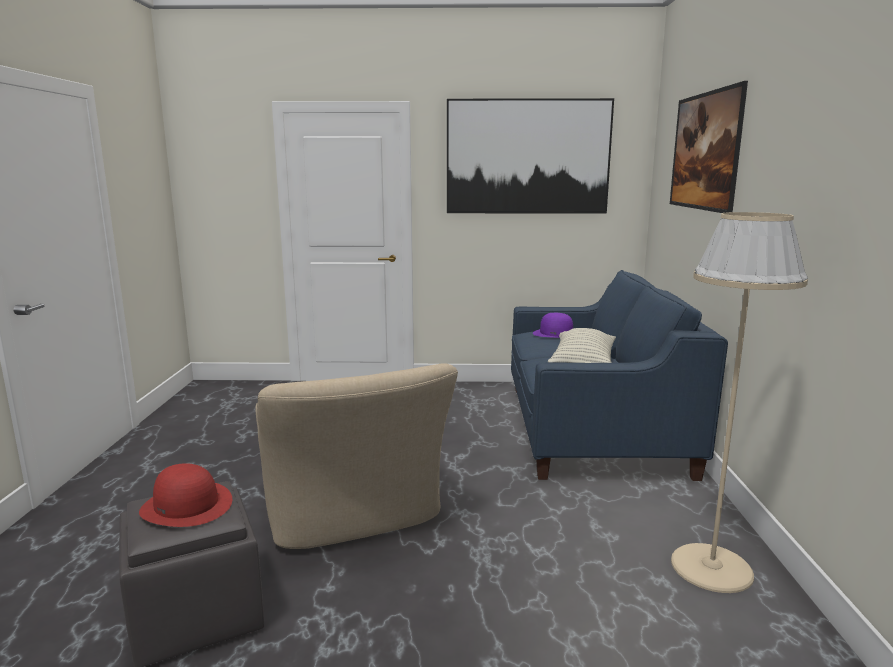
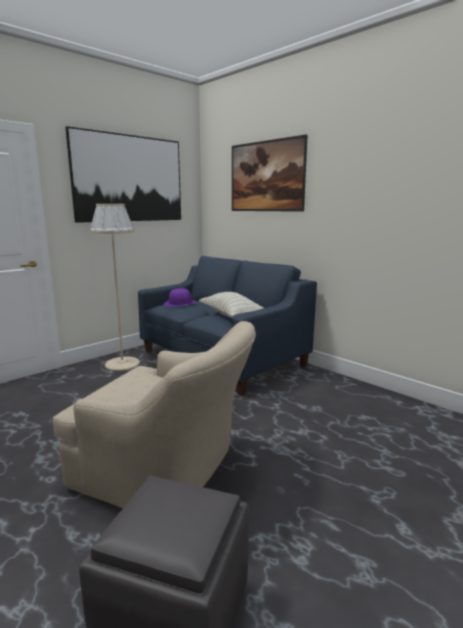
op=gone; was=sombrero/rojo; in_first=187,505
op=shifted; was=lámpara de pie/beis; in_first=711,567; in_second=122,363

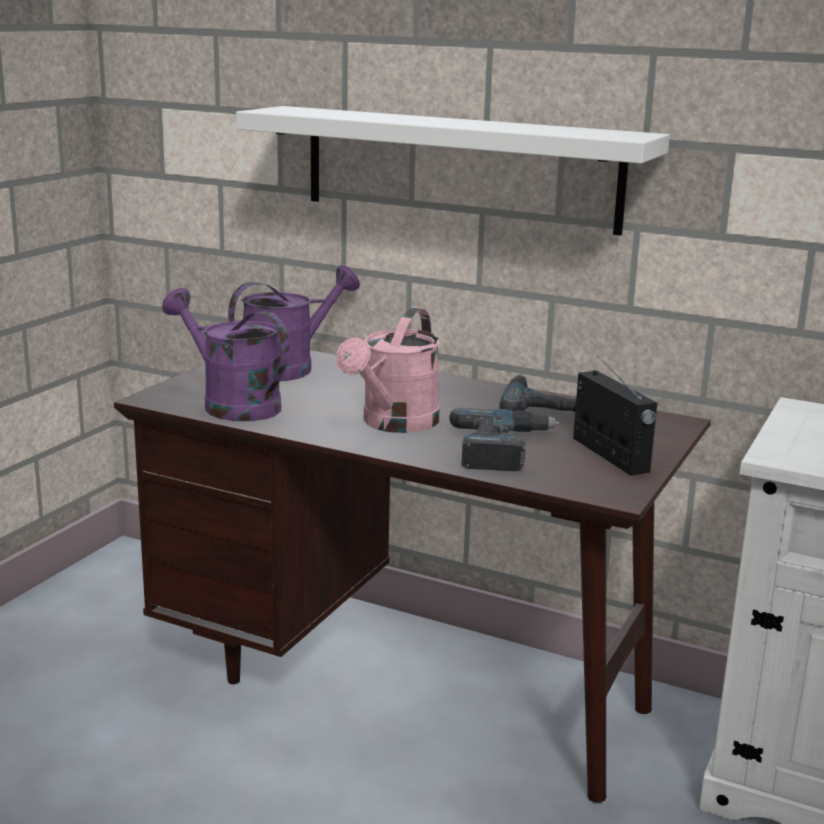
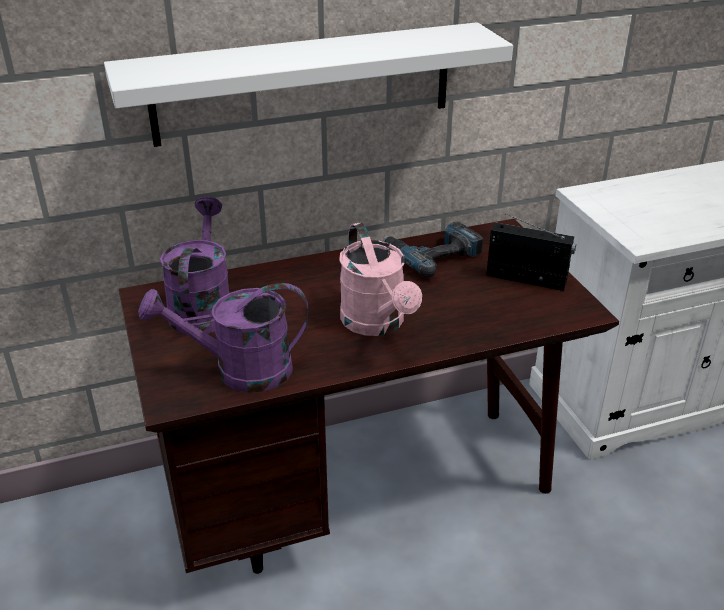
op=gone; was=taladro; in_first=503,449

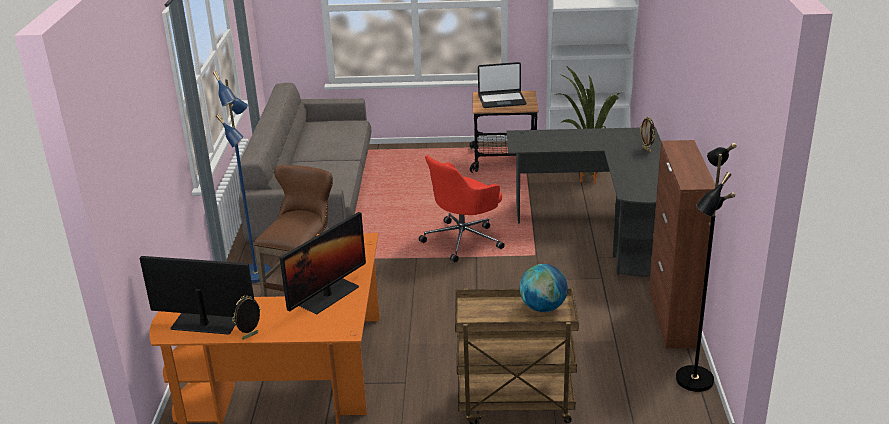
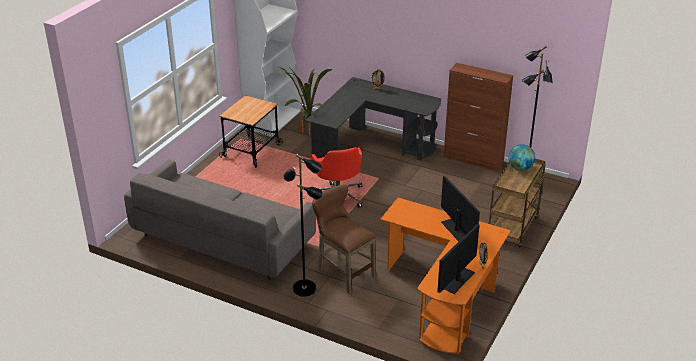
op=gone; was=portátil; in_first=502,100
op=repainted; was=lámpara de pie/azul; now=lámpara de pie/negro; in_first=257,274; in_second=305,288

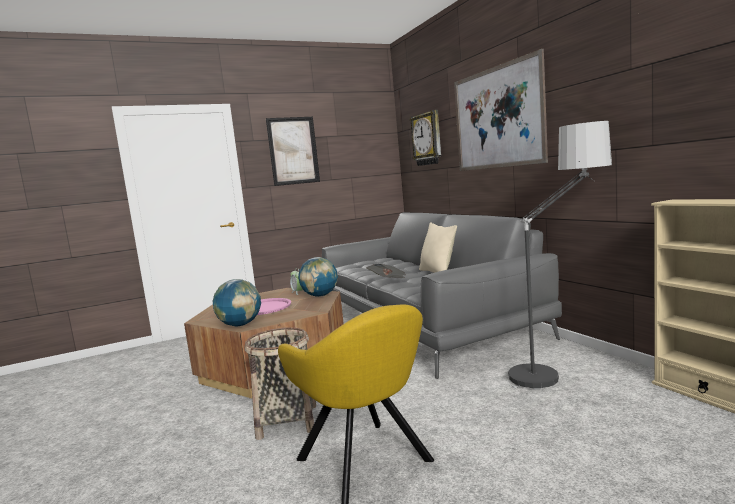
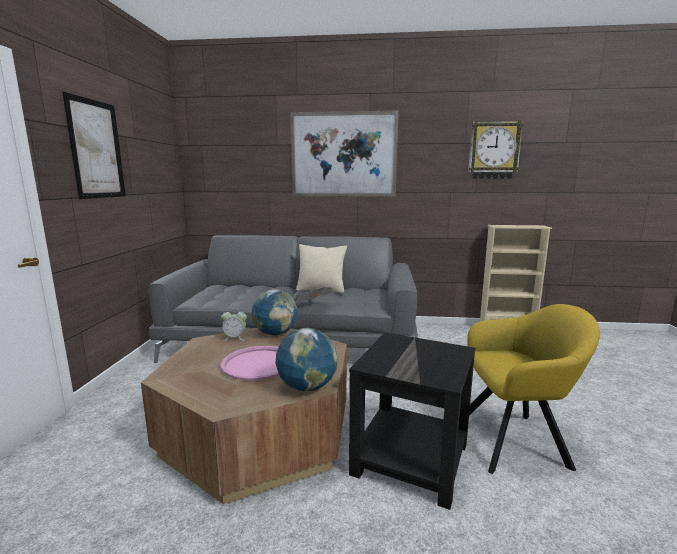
op=gone; was=lámpara de pie; in_first=559,369
op=shifted; was=reloj de pared; in_first=427,139; in_second=494,150
op=swapped; was=cesta; now=mesa auxiliar/negro; in_first=287,421; in_second=412,460

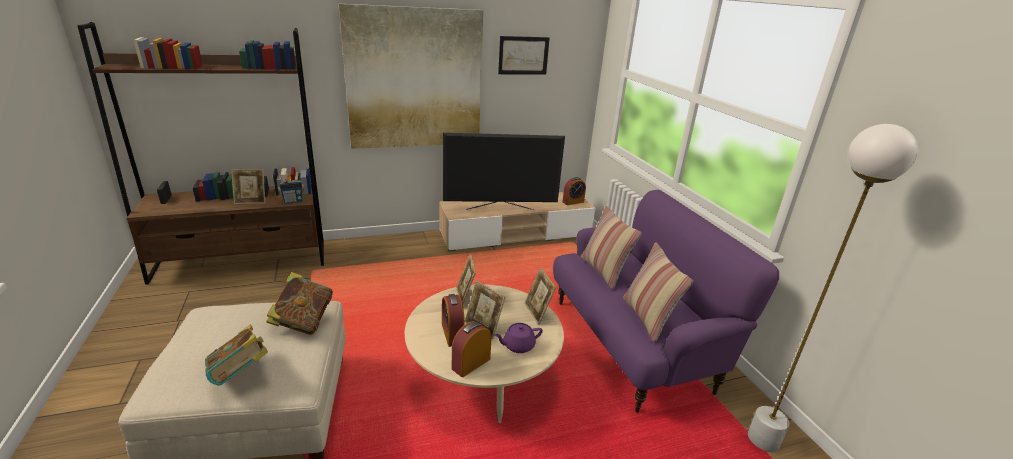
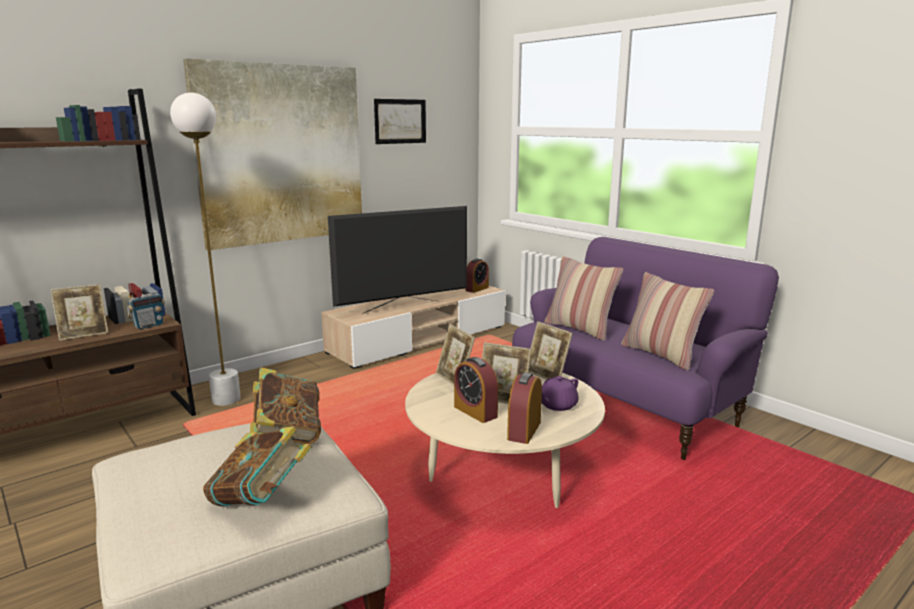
op=shifted; was=lámpara de pie/blanco; in_first=763,440; in_second=226,400

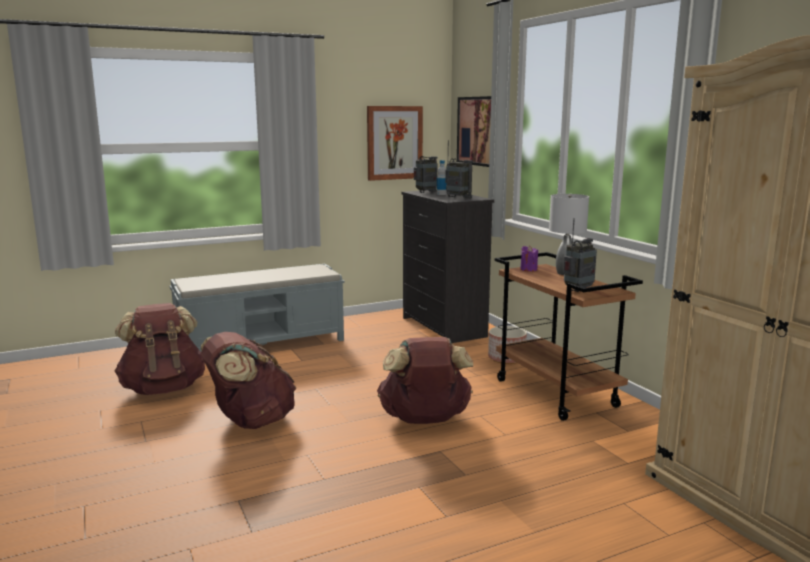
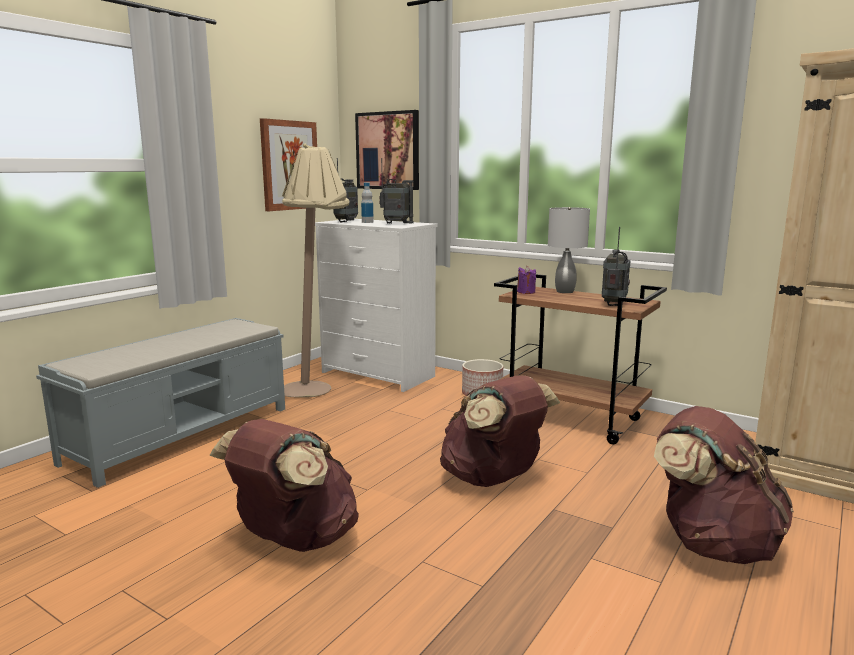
op=new; now=lámpara de pie/beis; in_second=316,392
op=shifted; was=mochila/marrón; in_first=163,388; in_second=712,544
op=repainted; was=cómoda/negro; now=cómoda/blanco; in_first=443,327; in_second=378,375

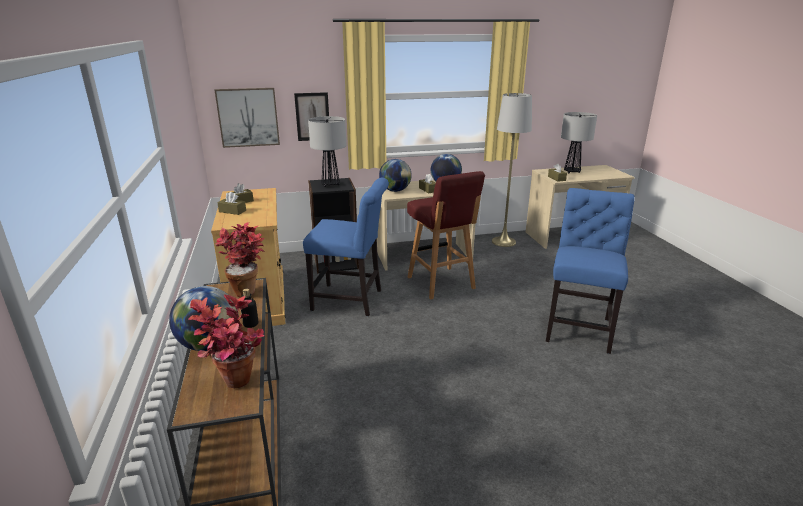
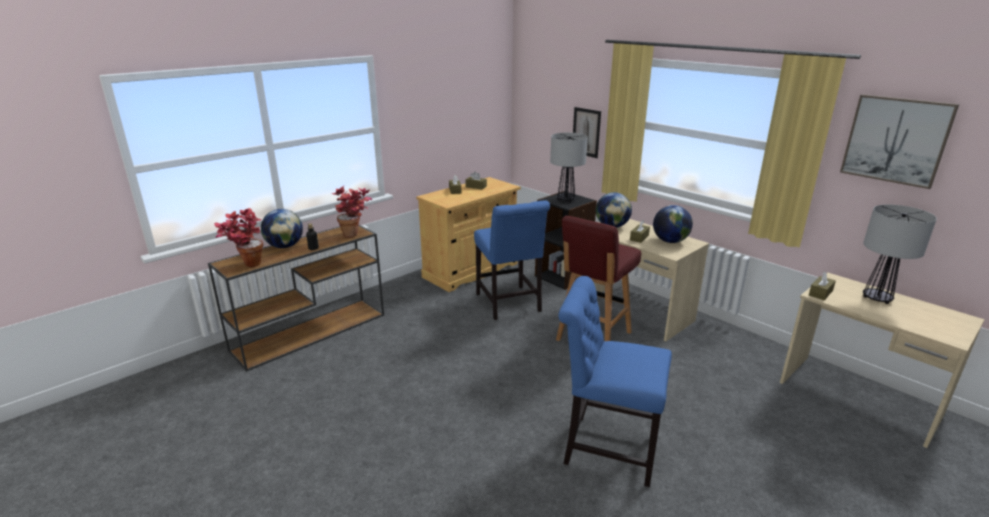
op=gone; was=lámpara de pie/gris; in_first=503,242
op=shifted; was=cuadro; in_first=248,117; in_second=896,140
op=rotated; was=silla/azul; in_first=579,327; in_second=605,447; clockwise=-150

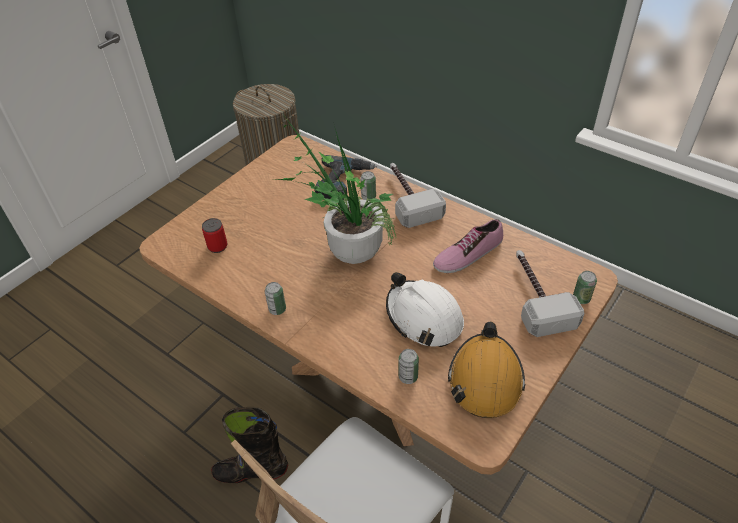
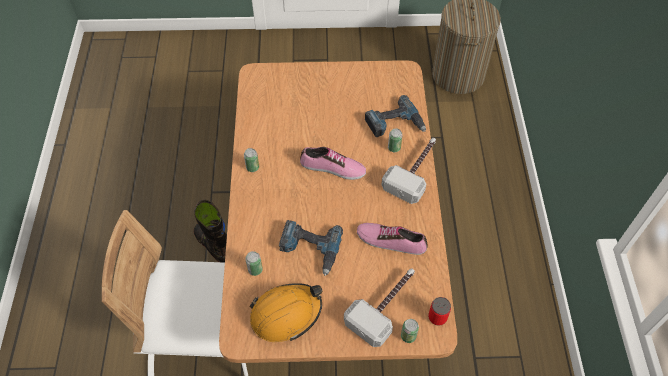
op=shifted; was=lata; in_first=217,246; in_second=437,317
op=swapped; was=planta en maceta; now=zapato; in_first=346,249; in_second=332,168
op=swapped; was=casco/blanco; now=taladro; in_first=423,317; in_second=310,249

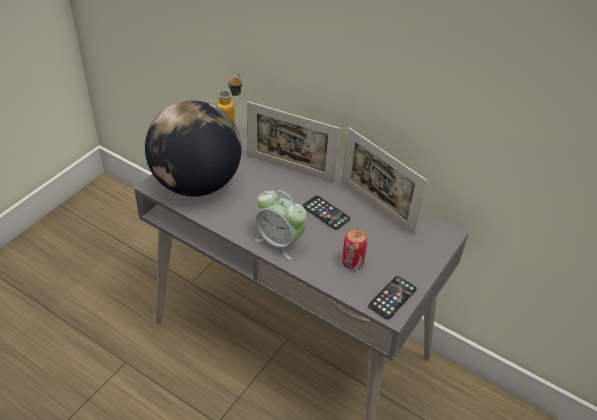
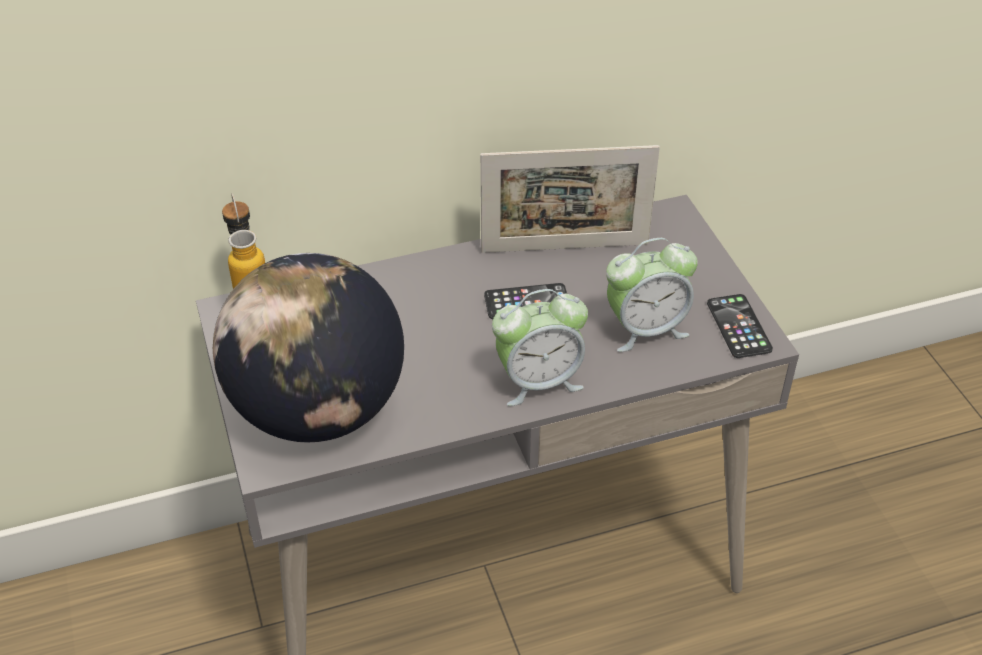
op=gone; was=portarretratos; in_first=290,169
op=swapped; was=lata; now=despertador; in_first=352,263; in_second=645,329

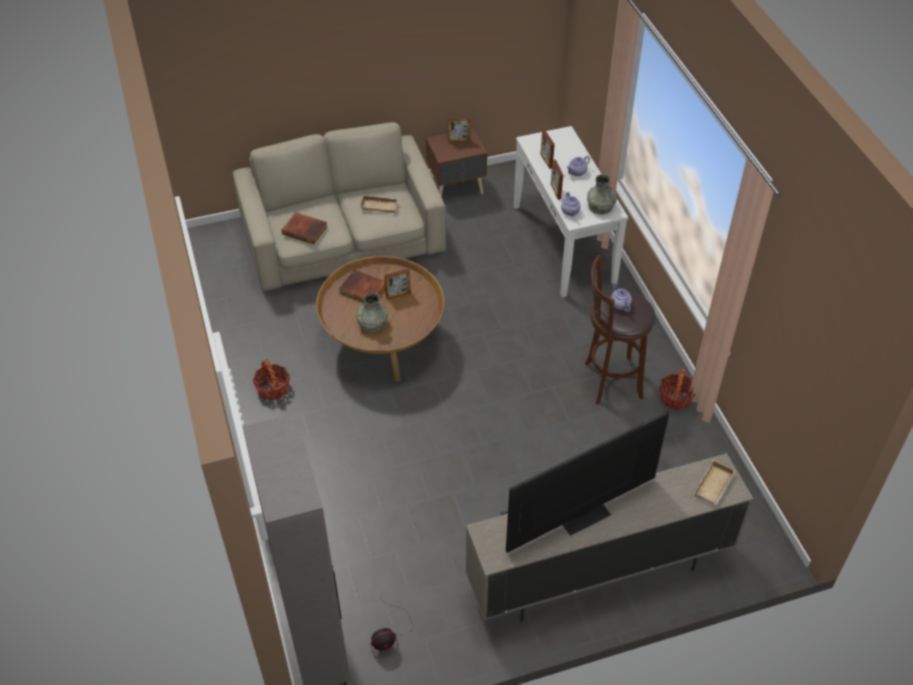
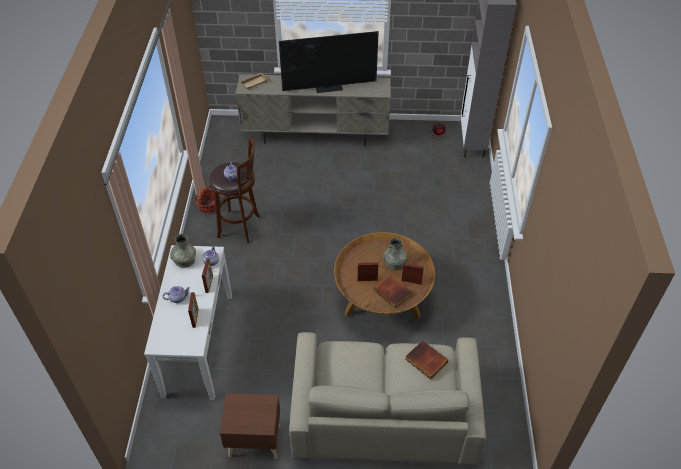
op=gone; was=cesta; in_first=273,388
op=gone; was=bandeja/beis; in_first=380,205
op=shifted; was=portarretratos; in_first=459,140; in_second=411,281

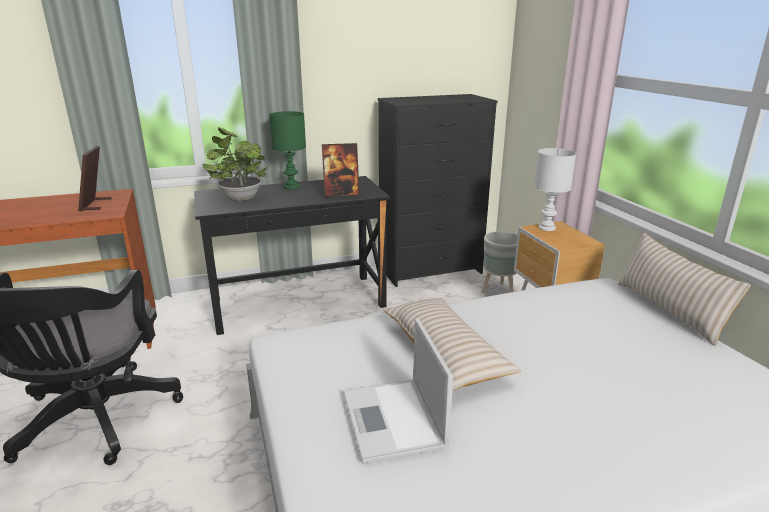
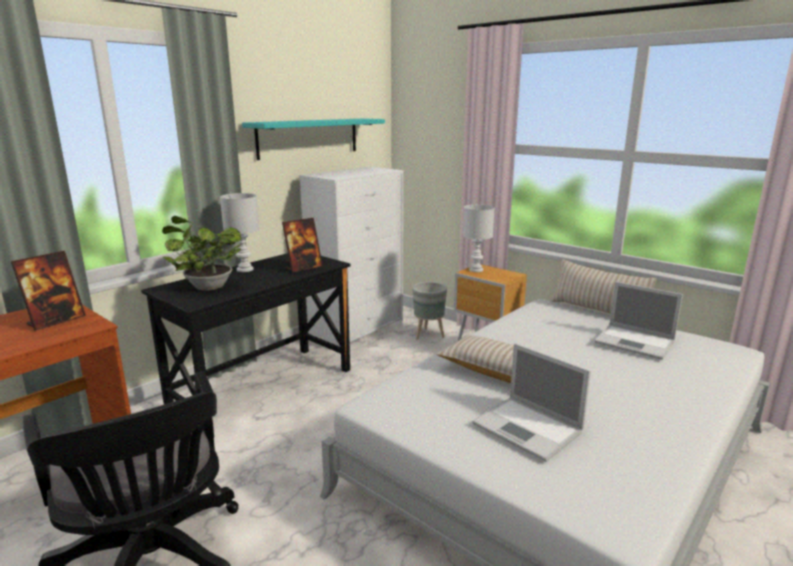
op=new; now=estante/turquesa; in_second=309,137
op=new; now=portátil; in_second=636,342
op=repainted; was=lámpara de mesa/verde; now=lámpara de mesa/blanco; in_first=291,187; in_second=244,269
op=repainted; was=cómoda/negro; now=cómoda/blanco; in_first=431,270; in_second=358,330
op=rotated; was=portarretratos; in_first=95,205; in_second=56,321; clockwise=-105

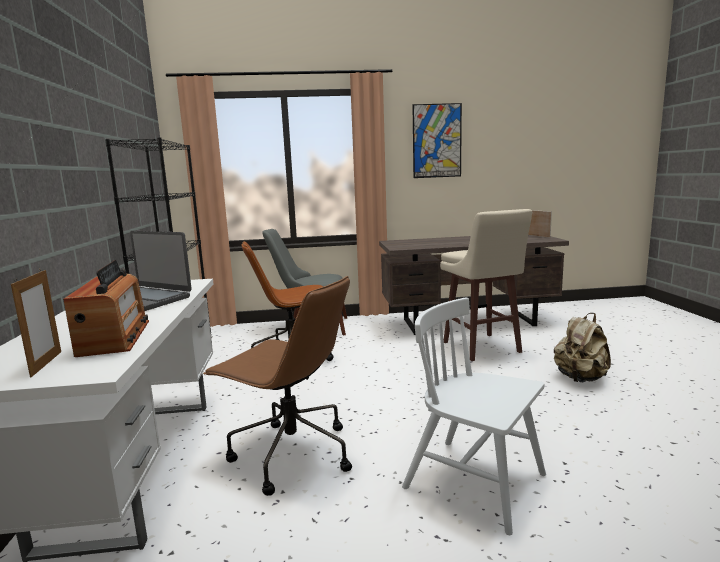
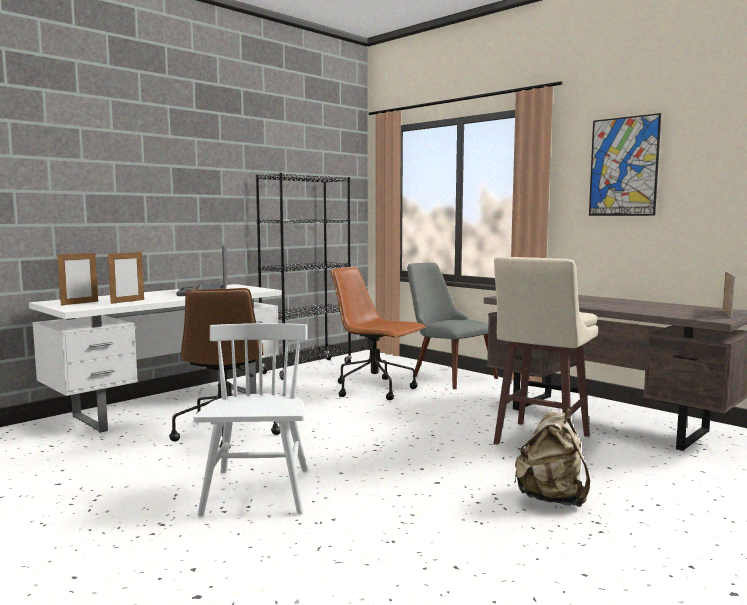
op=swapped; was=radio; now=portarretratos; in_first=114,337; in_second=127,301

